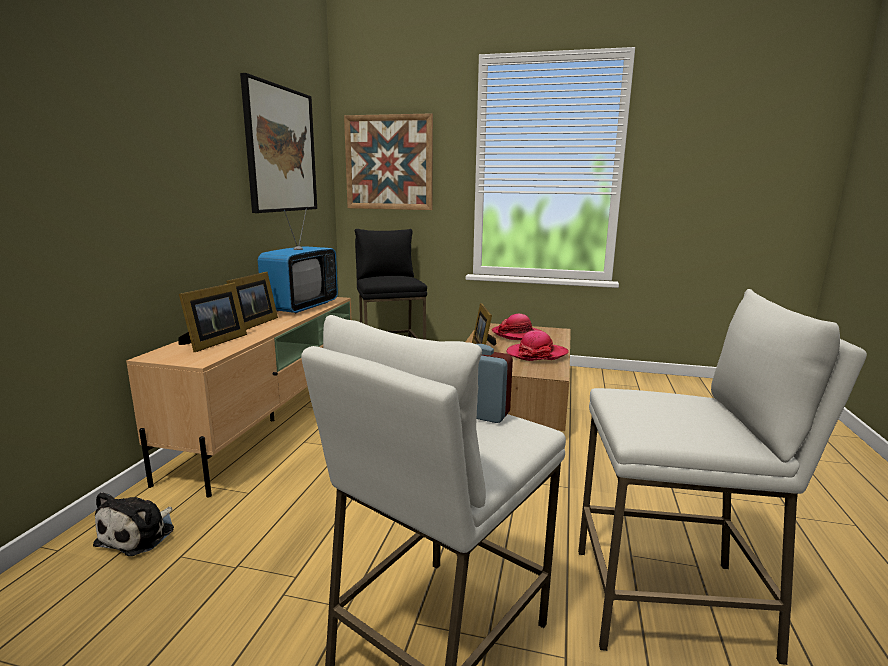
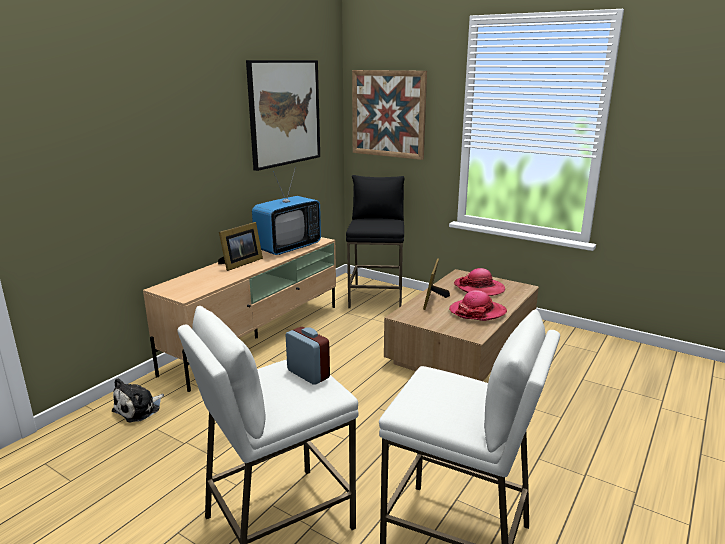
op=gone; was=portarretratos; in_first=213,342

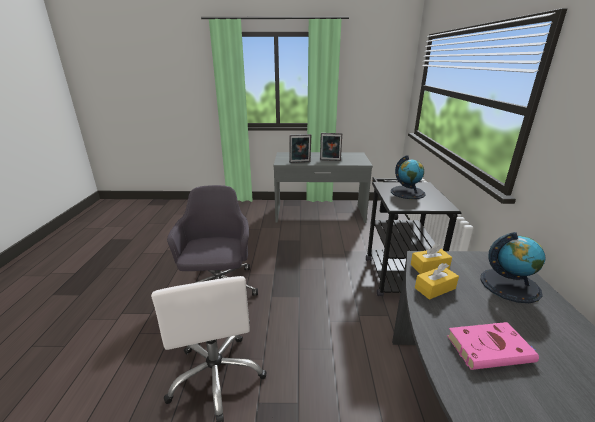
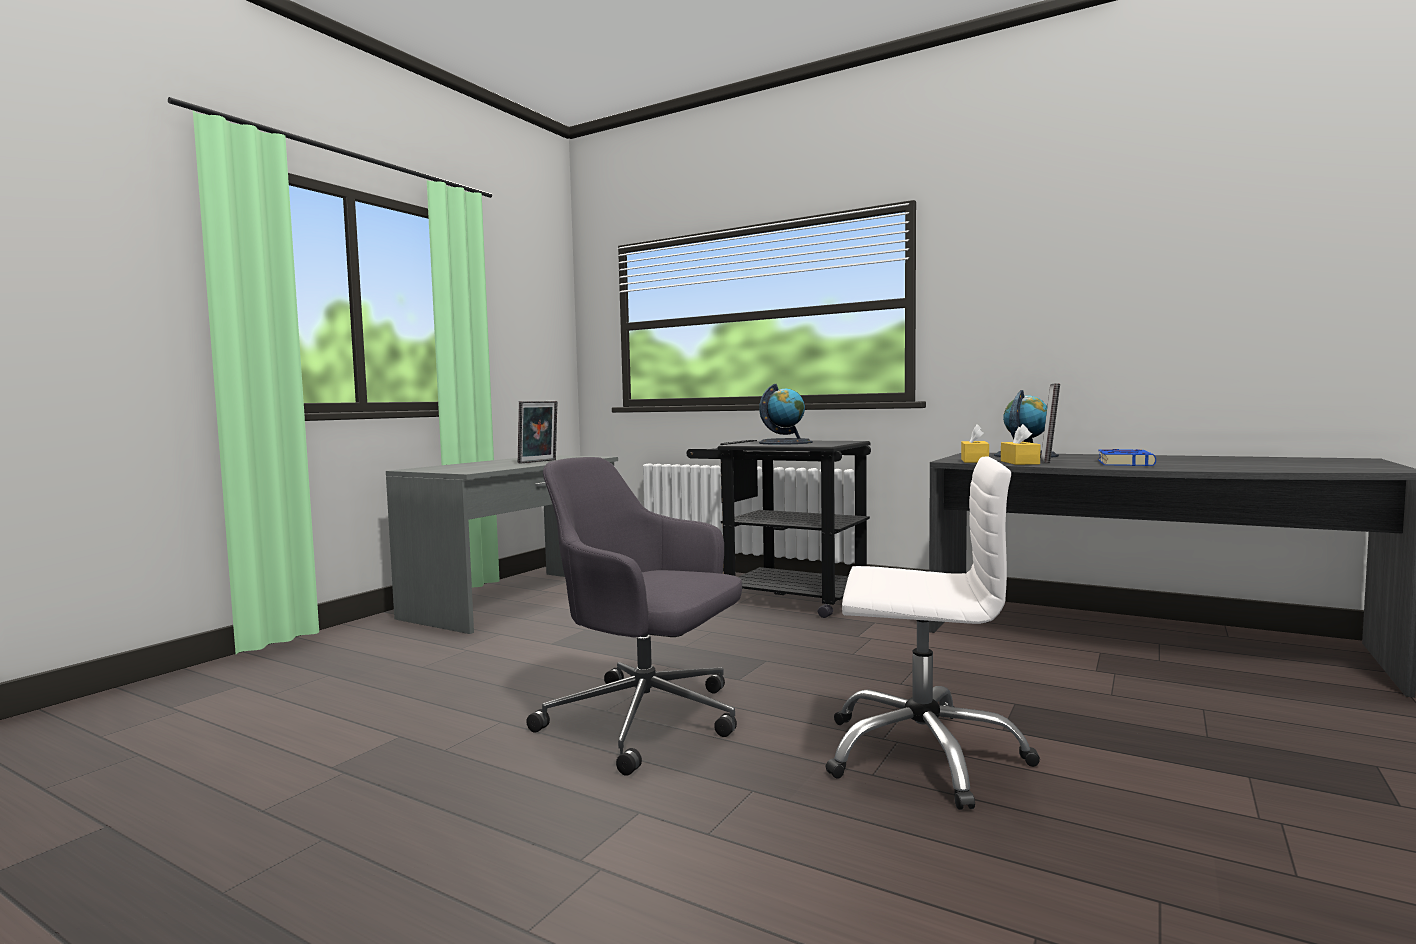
op=shifted; was=portarretratos; in_first=300,162; in_second=1049,460
op=repainted; was=libro/rosa; now=libro/azul; in_first=491,349; in_second=1124,463

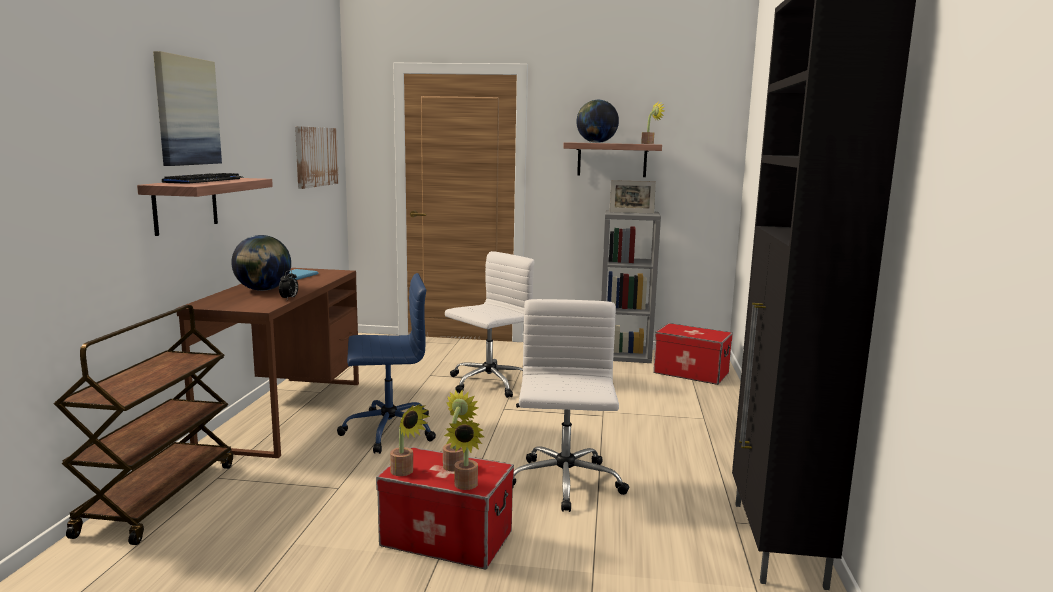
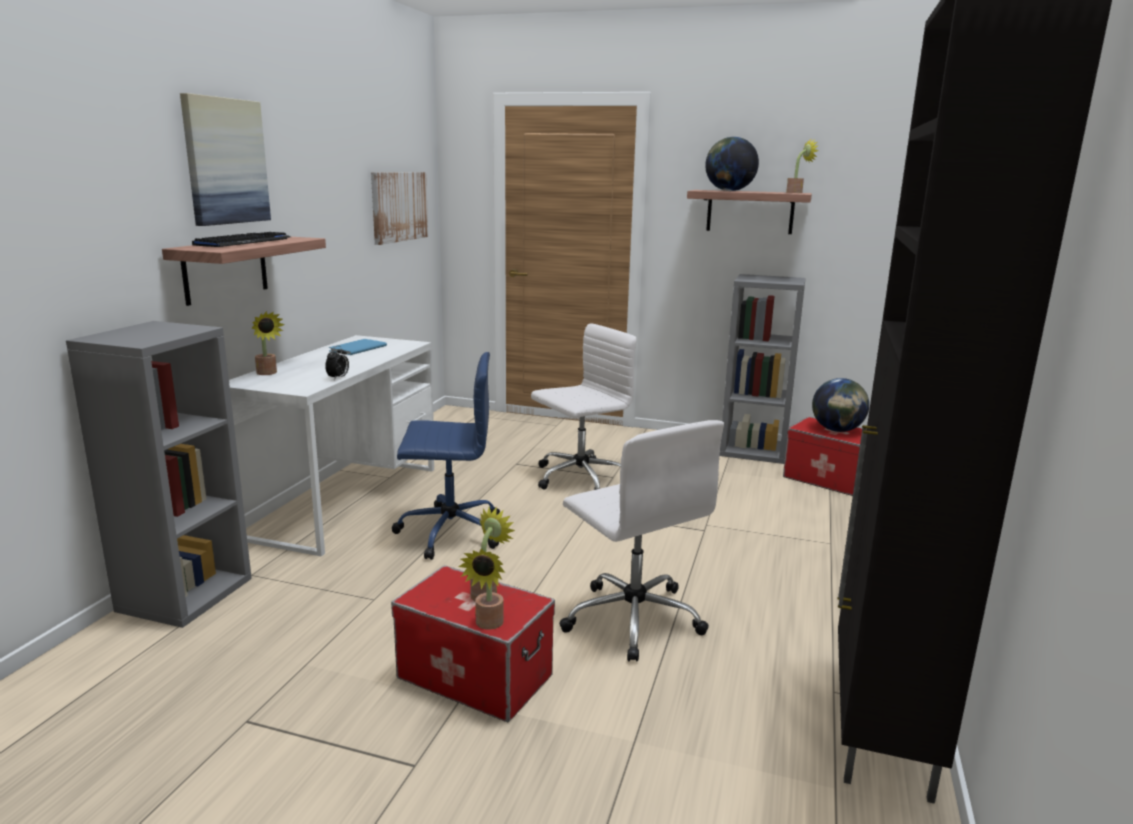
op=gone; was=portarretratos; in_first=631,212
op=shifted; was=globo terráqueo; in_first=263,290; in_second=837,430
op=shifted; was=planta en maceta; in_first=405,472; in_second=268,373
op=swapped; was=carrito/marrón; now=estantería/gris; in_first=159,497; in_second=185,593
op=repainted; was=escritorio/marrón; now=escritorio/blanco; in_first=286,413; in_second=346,501
op=rotated; was=silla de oficina/blanco; in_first=564,484; in_second=632,618; clockwise=135

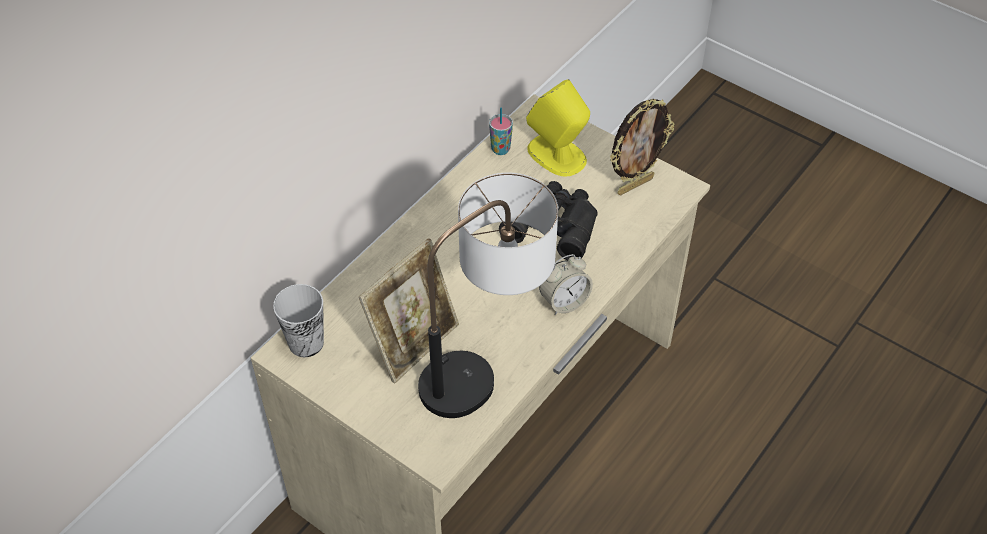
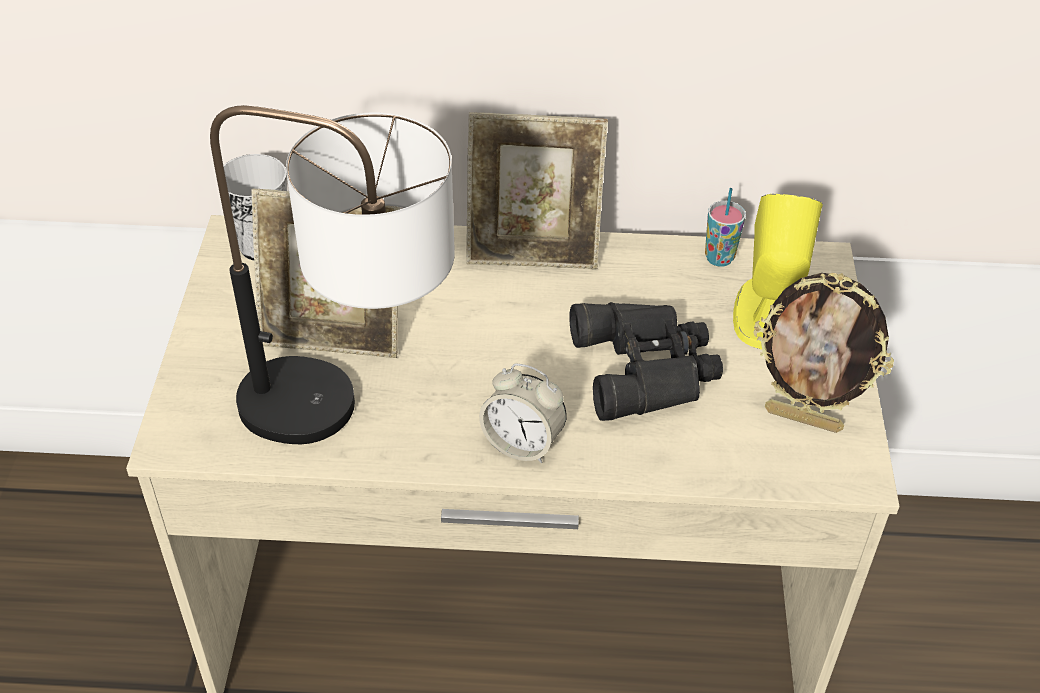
op=new; now=portarretratos; in_second=533,250

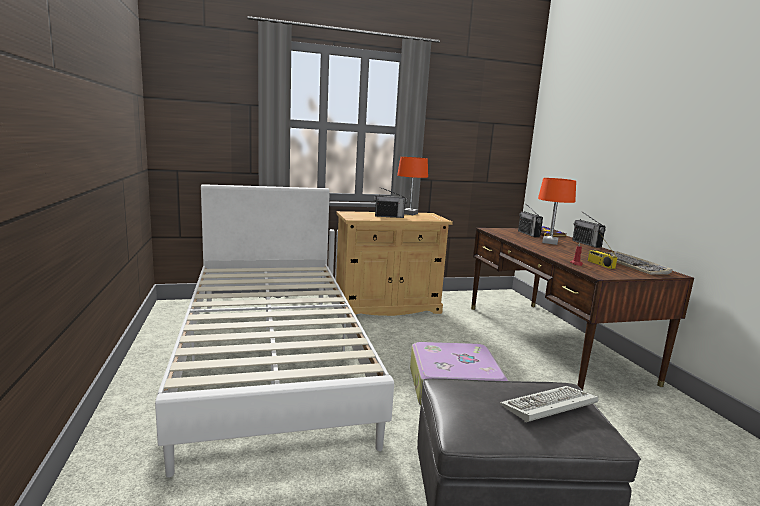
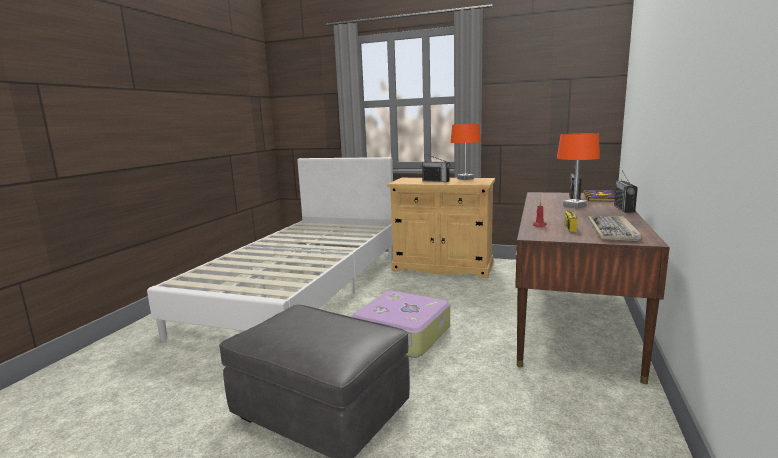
op=gone; was=teclado; in_first=548,407

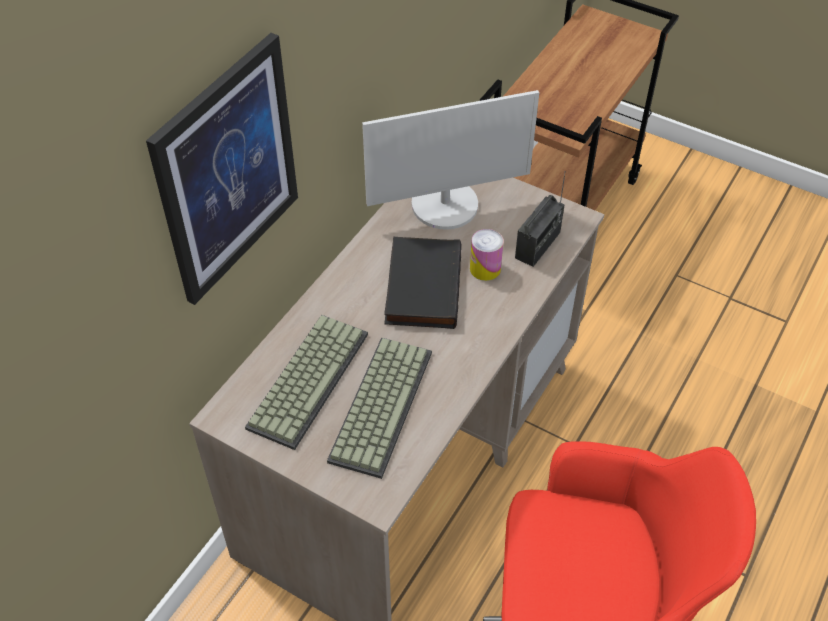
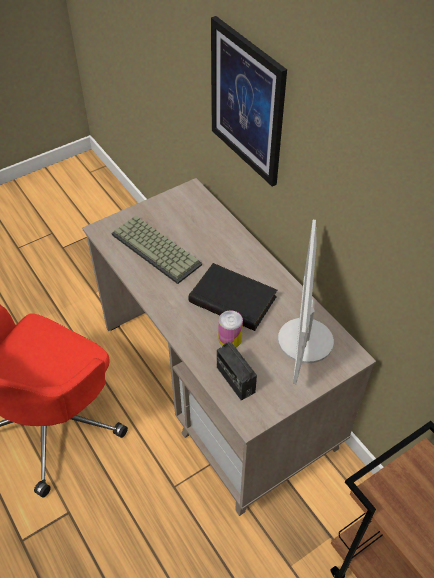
op=gone; was=teclado; in_first=307,378

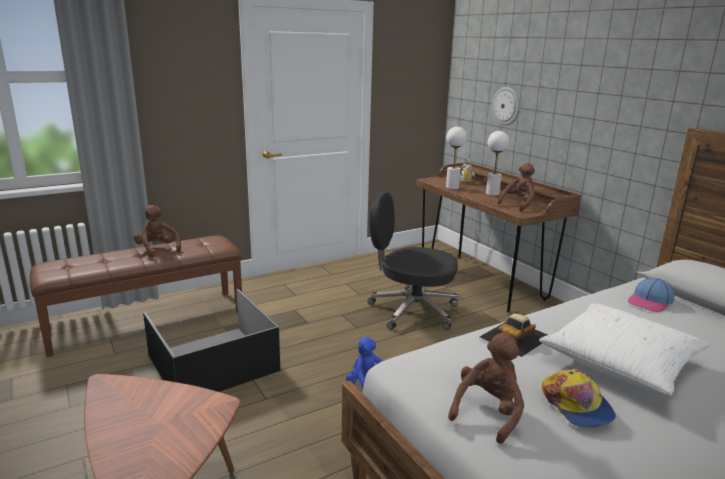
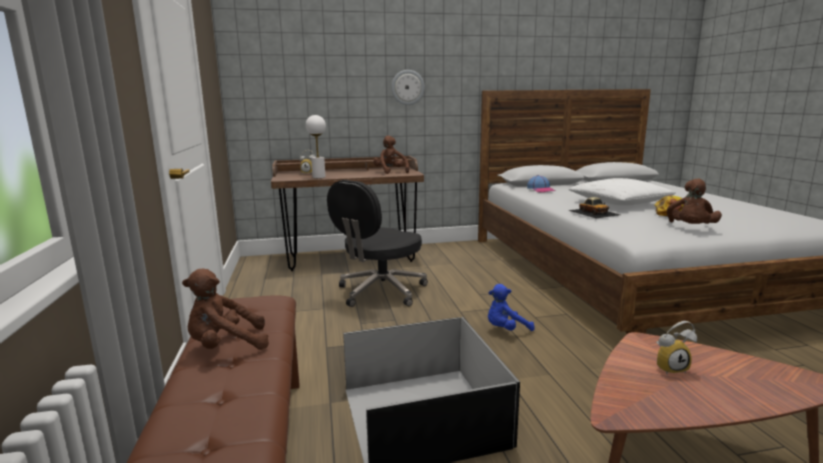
op=gone; was=lámpara de mesa/blanco; in_first=492,194
op=new; now=despertador; in_second=670,368
op=shifted; was=reloj de pared; in_first=506,106; in_second=407,87
op=rotated; was=peluche/marrón; in_first=488,412; in_second=690,228; clockwise=-120

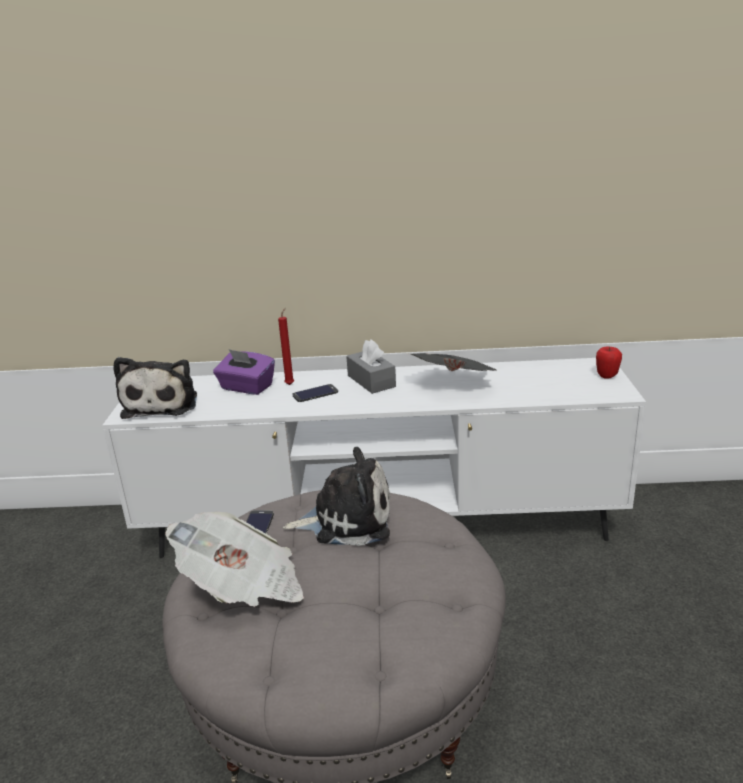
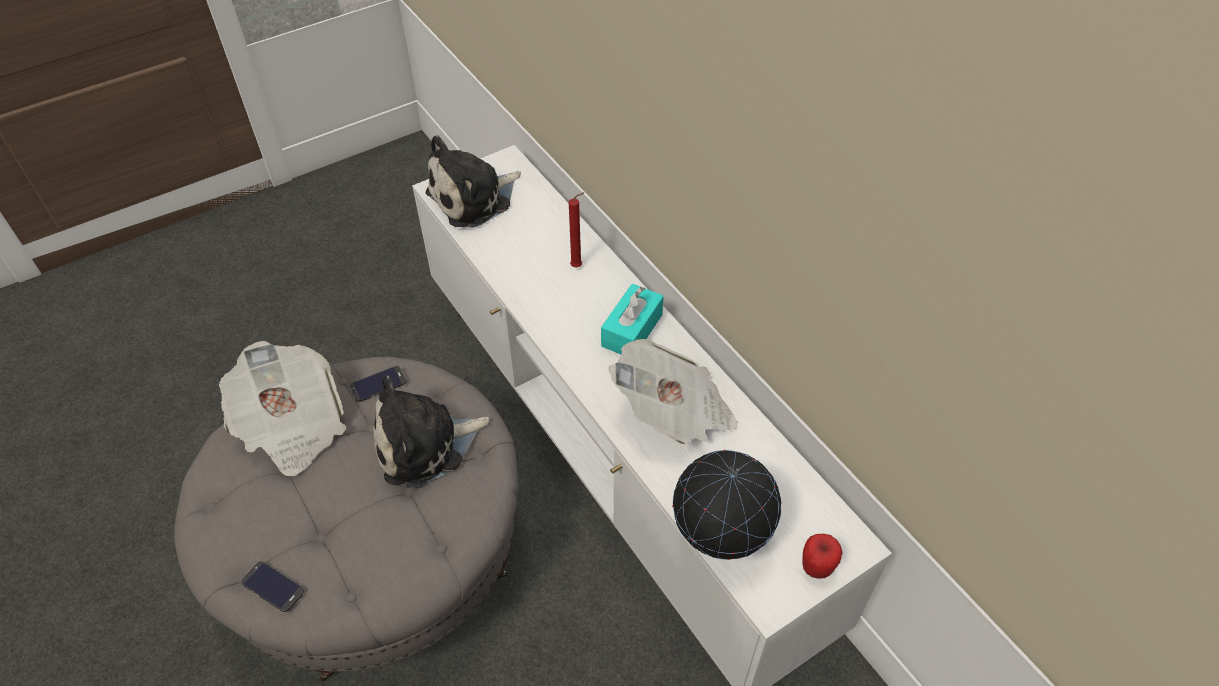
op=gone; was=caja de pañuelos/morado; in_first=246,387
op=new; now=globo terráqueo; in_second=720,538
op=shifted; was=móvil; in_first=315,393; in_second=272,587
op=repainted; was=caja de pañuelos/gris; now=caja de pañuelos/turquesa; in_first=371,381; in_second=632,330
op=rotated; was=peluche; in_first=347,519; in_second=425,444; clockwise=105

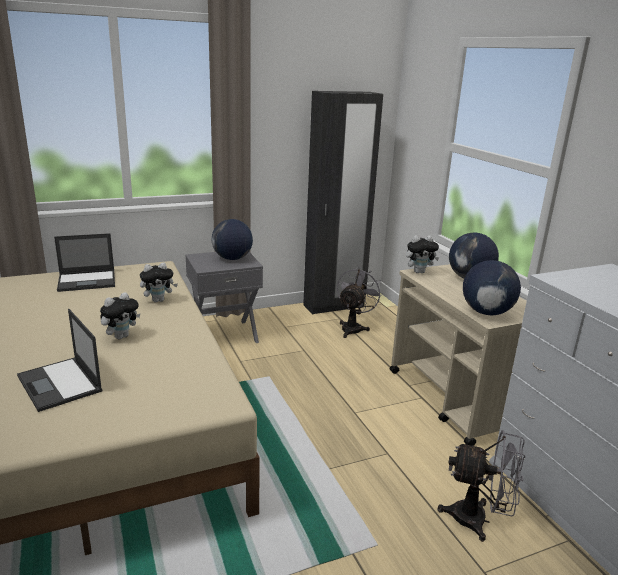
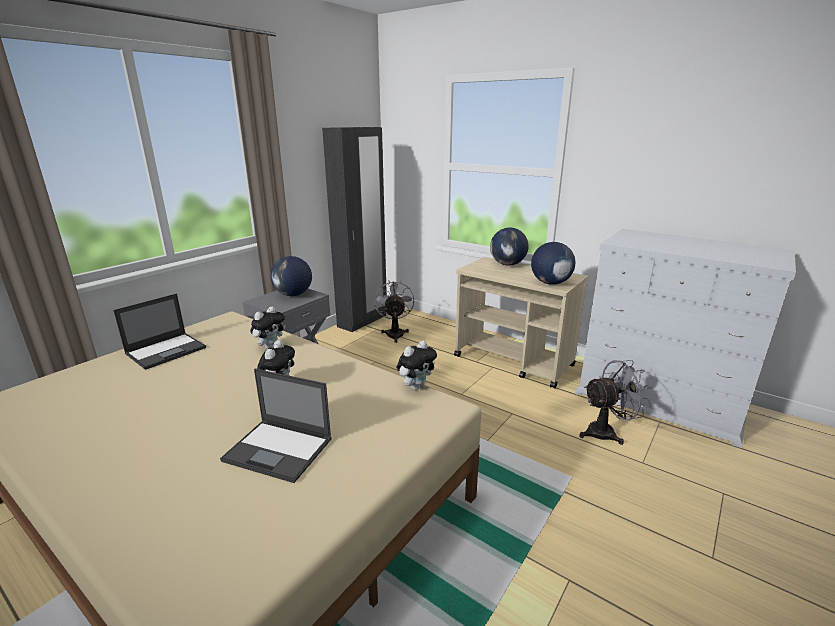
op=shifted; was=peluche; in_first=419,272; in_second=416,386

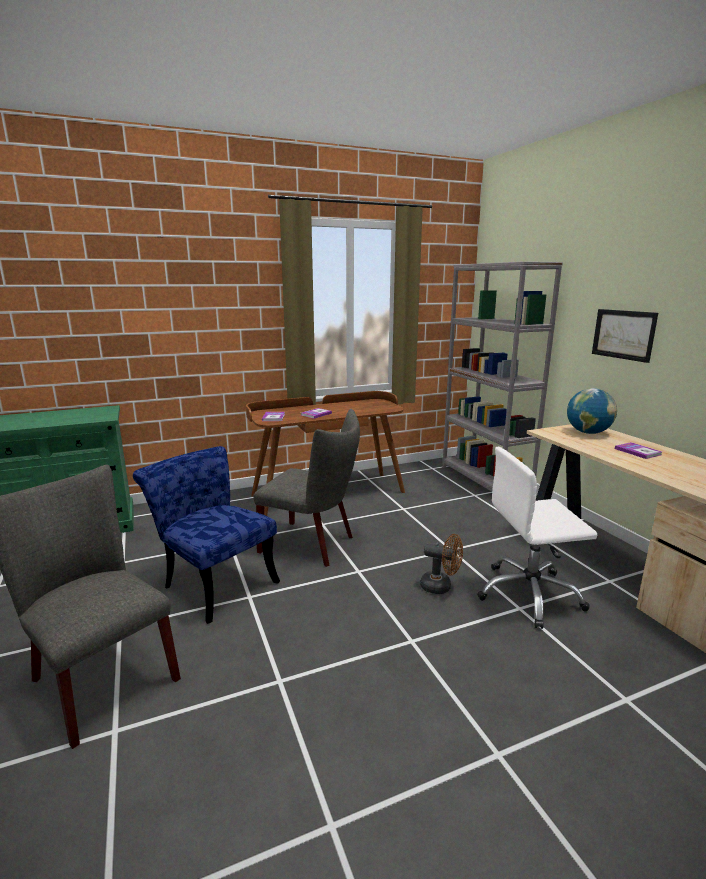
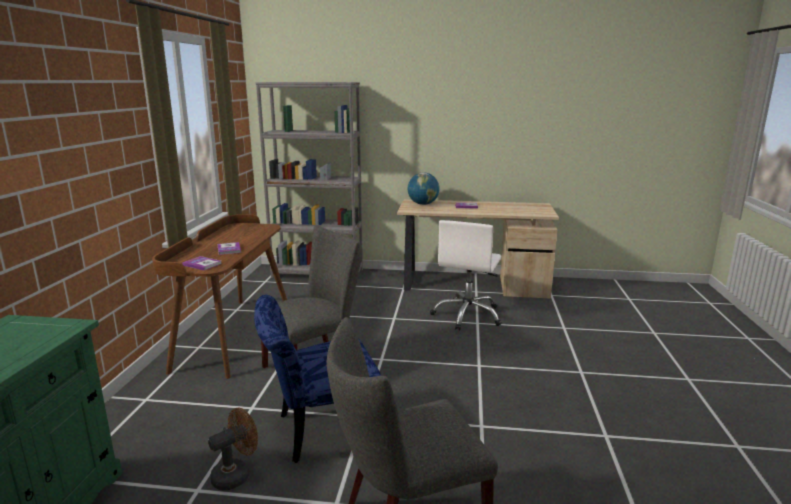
op=gone; was=cuadro; in_first=623,334
op=shifted; was=ventilador/marrón; in_first=441,586; in_second=236,474

